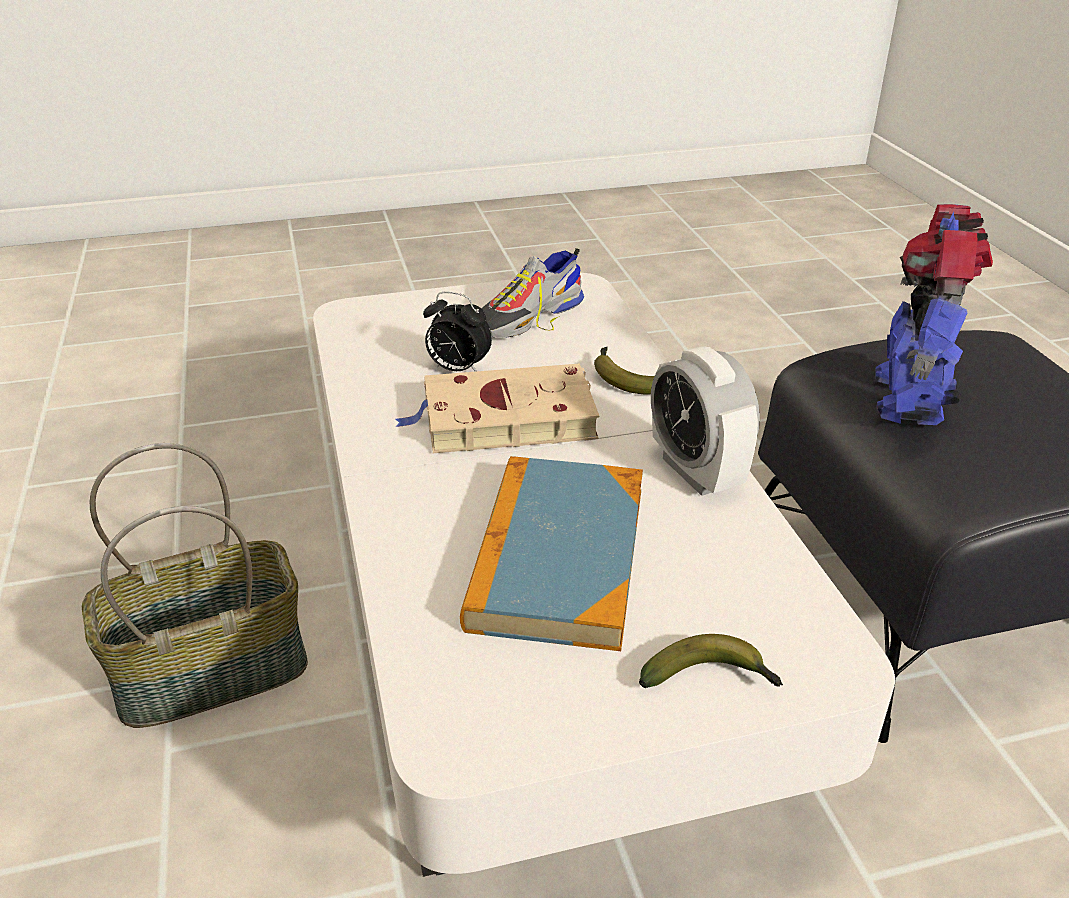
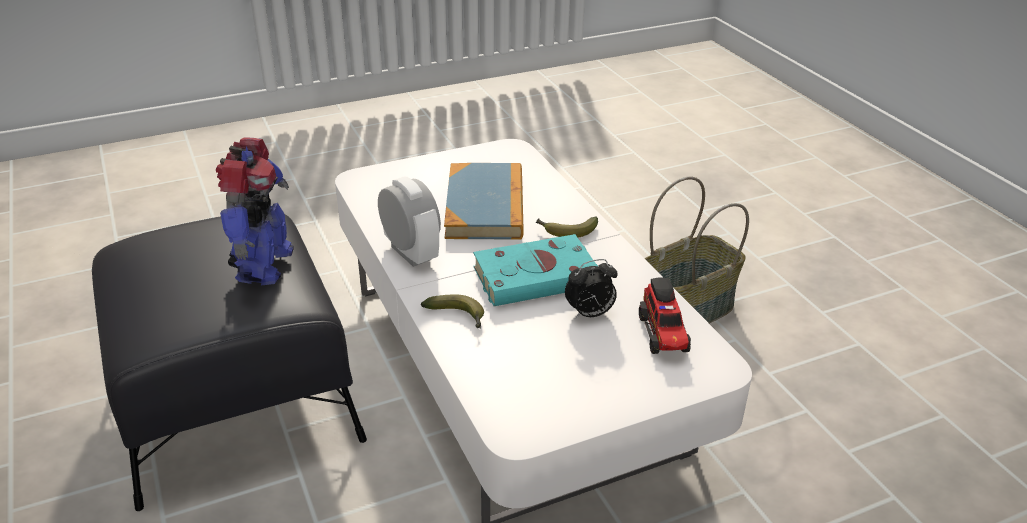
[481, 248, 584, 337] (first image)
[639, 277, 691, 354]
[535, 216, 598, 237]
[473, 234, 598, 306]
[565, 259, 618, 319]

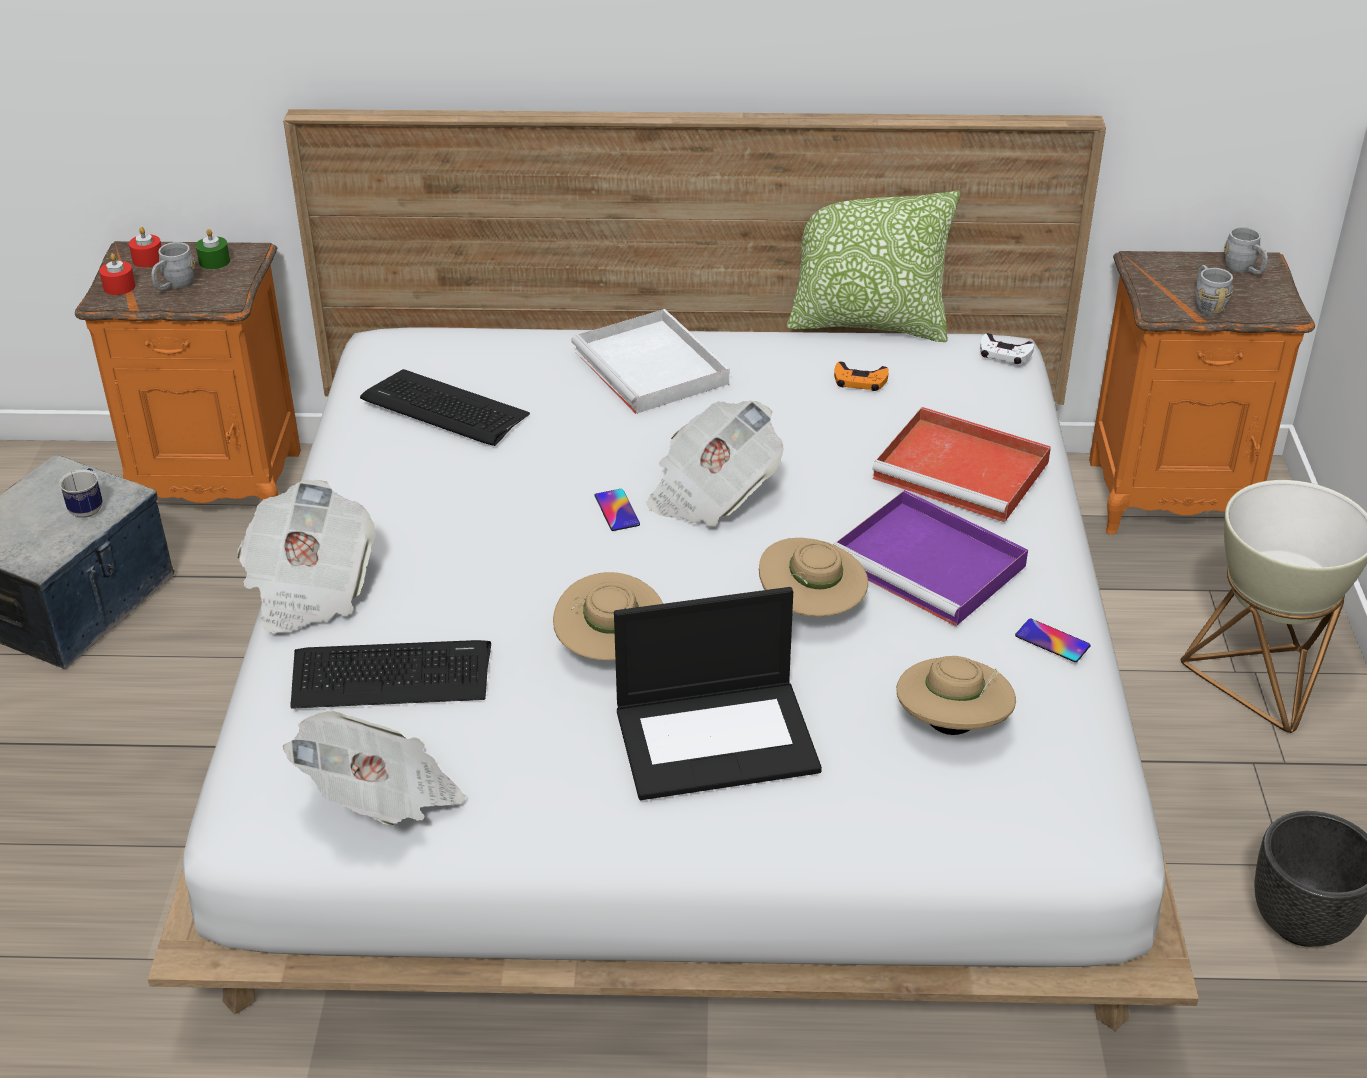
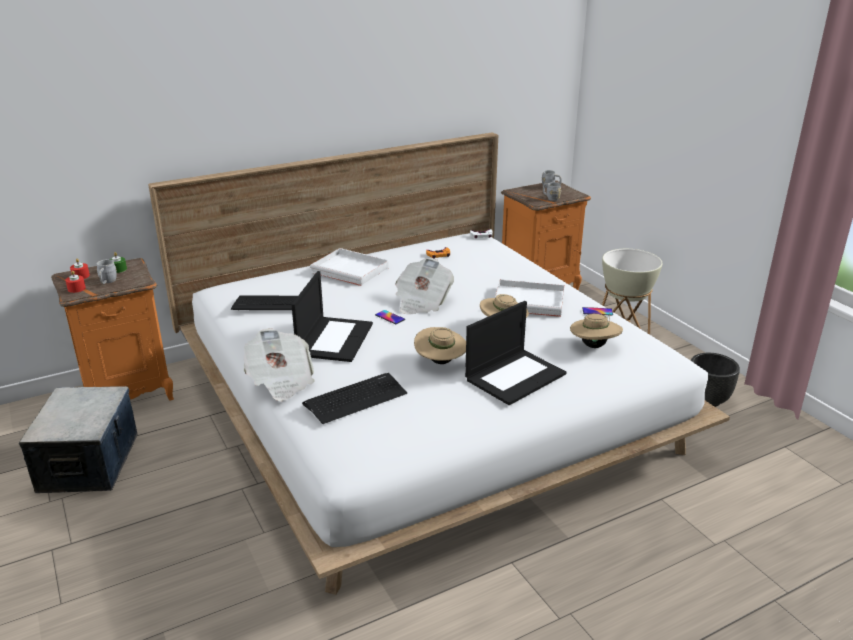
[59, 468, 103, 518] (first image)
[283, 711, 466, 825] (first image)
[787, 190, 960, 342] (first image)
[872, 407, 1051, 522] (first image)
[292, 271, 373, 362]
[495, 279, 564, 317]

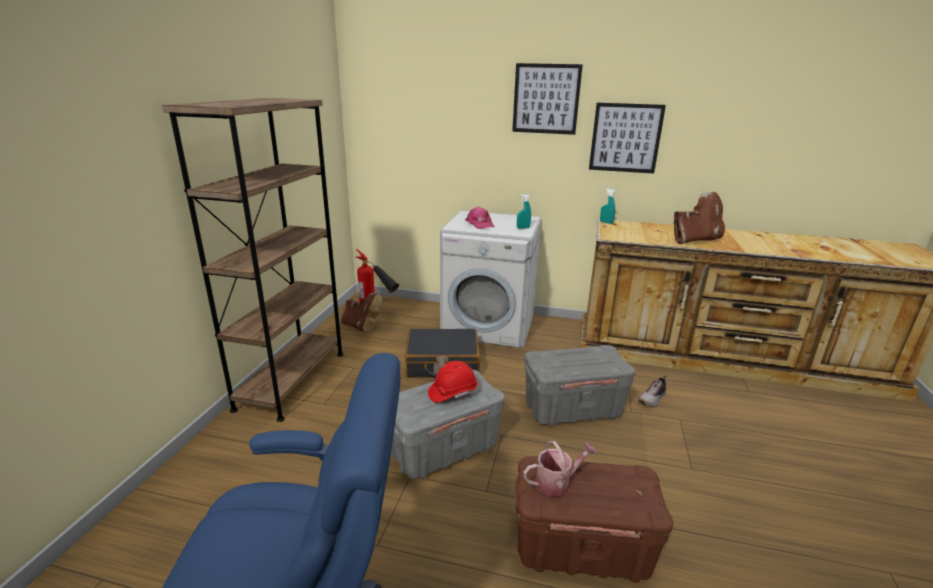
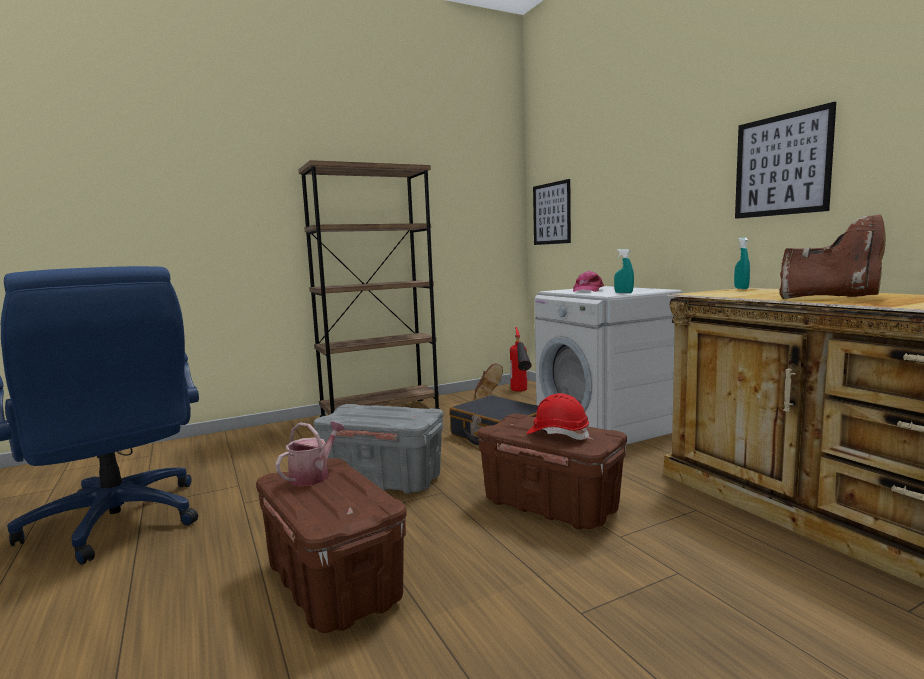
[638, 376, 666, 407] (first image)
[527, 393, 590, 440]
[533, 179, 571, 245]
[477, 414, 627, 529]
[275, 421, 345, 486]

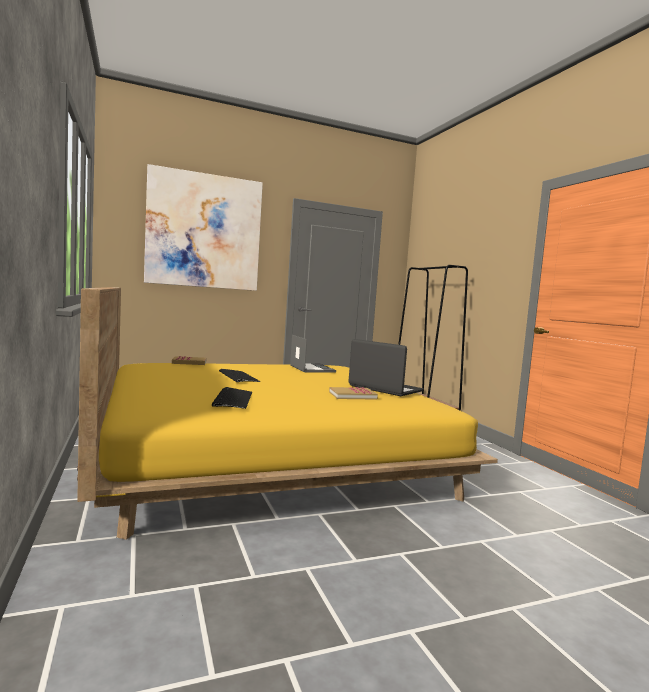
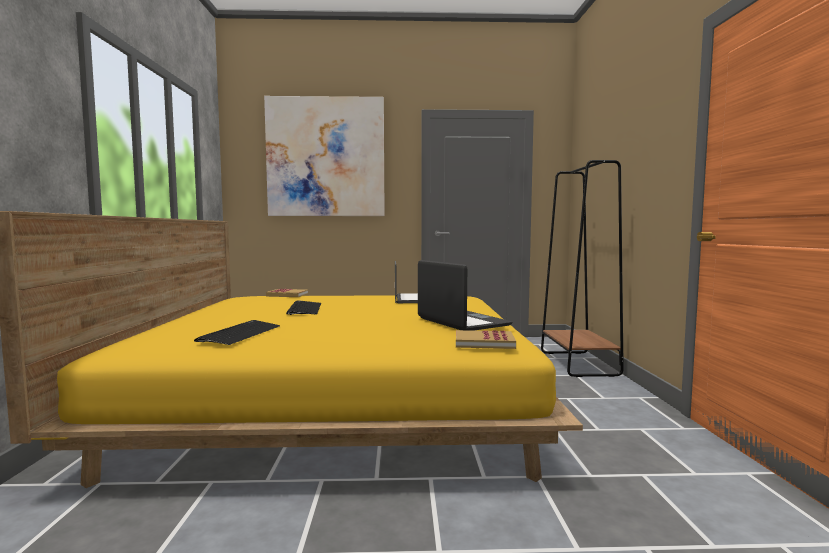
[456, 330, 516, 349]

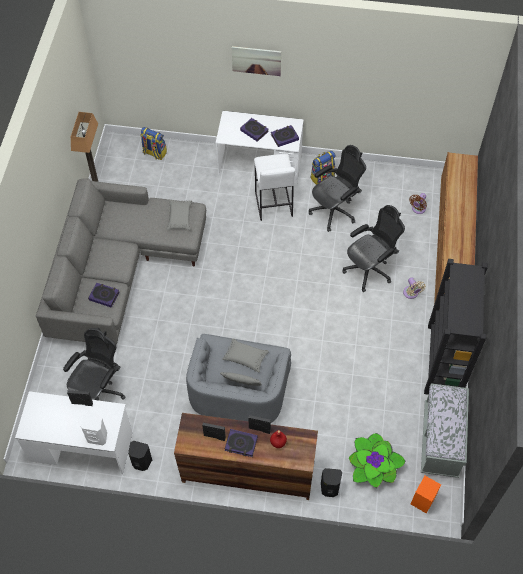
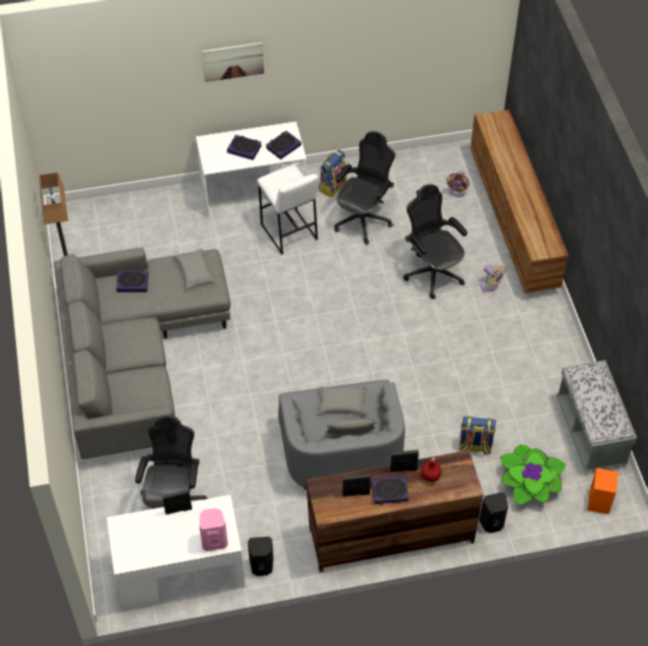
[424, 259, 488, 395] (first image)
[116, 270, 149, 292]
[459, 416, 496, 455]
[199, 508, 228, 551]
[403, 184, 467, 299]

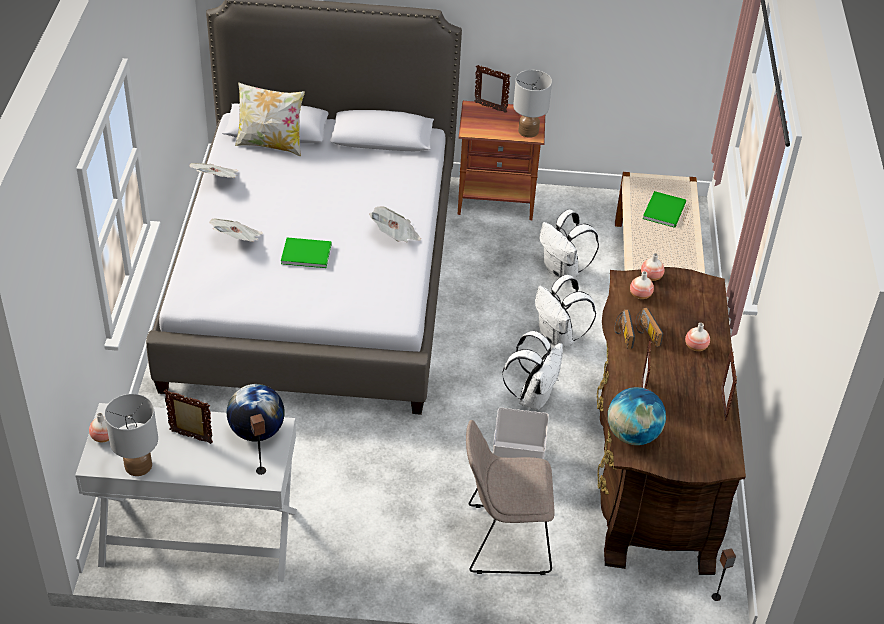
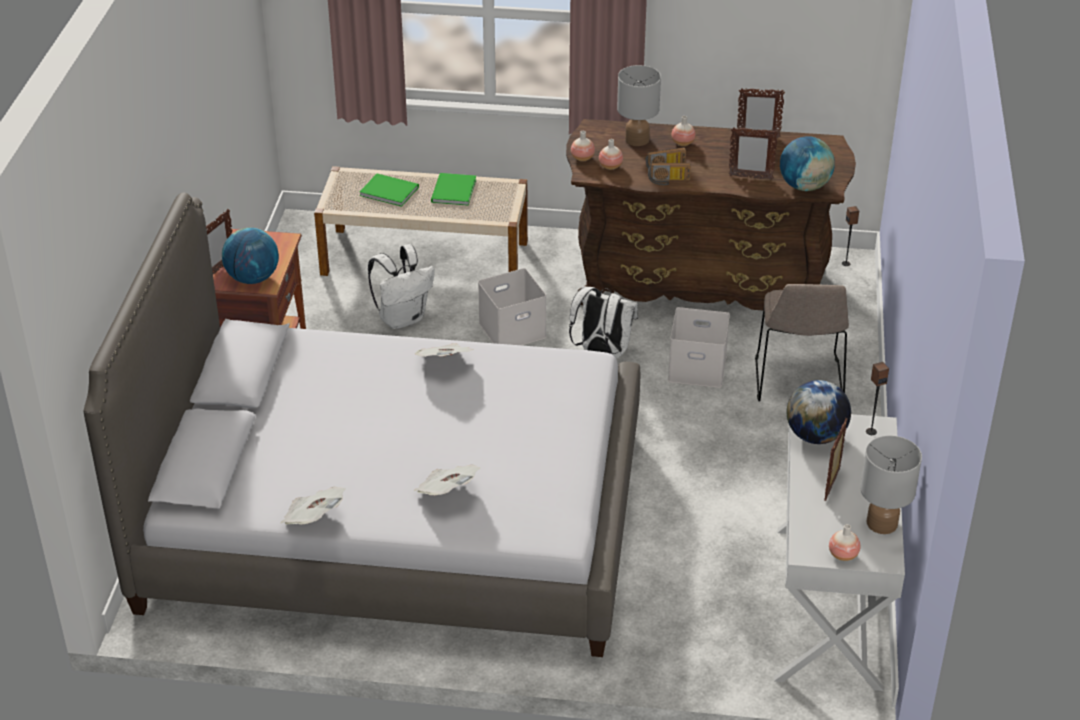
[235, 82, 305, 156] (first image)
[222, 228, 279, 284]
[431, 173, 476, 206]
[617, 65, 661, 146]
[478, 268, 546, 345]

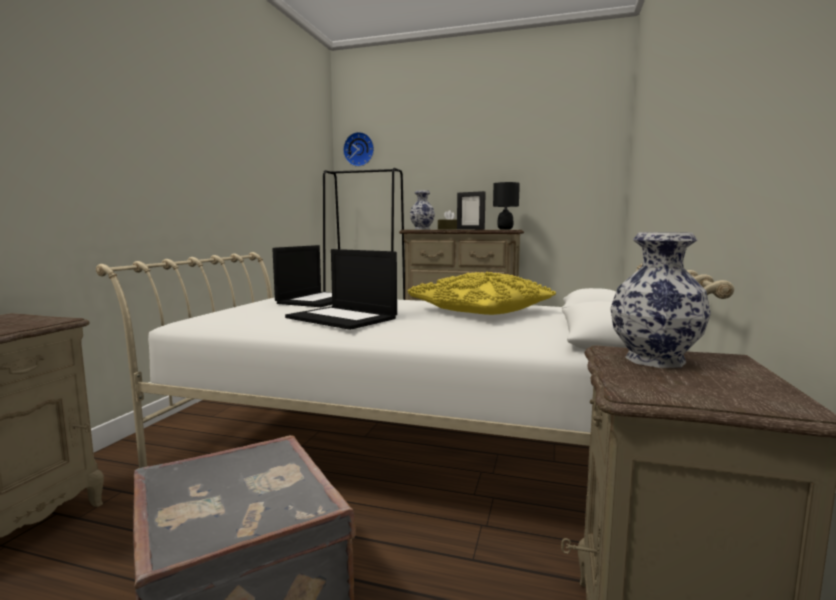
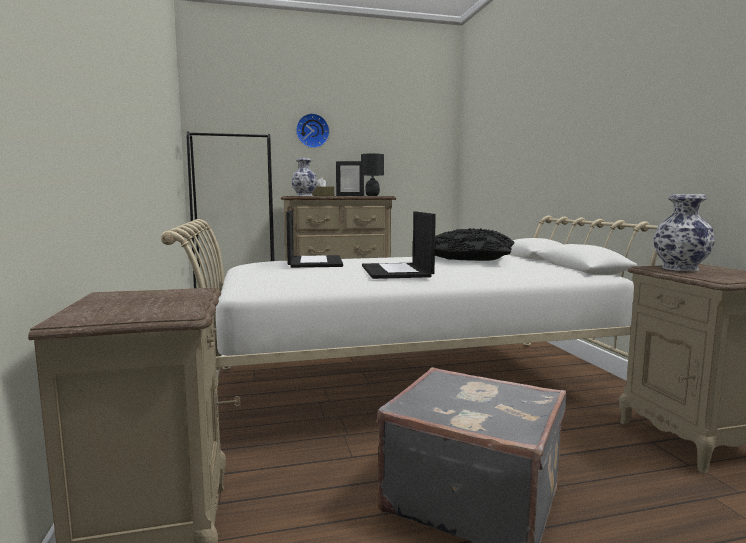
[296, 113, 330, 148]
[435, 228, 514, 261]
[362, 211, 436, 279]

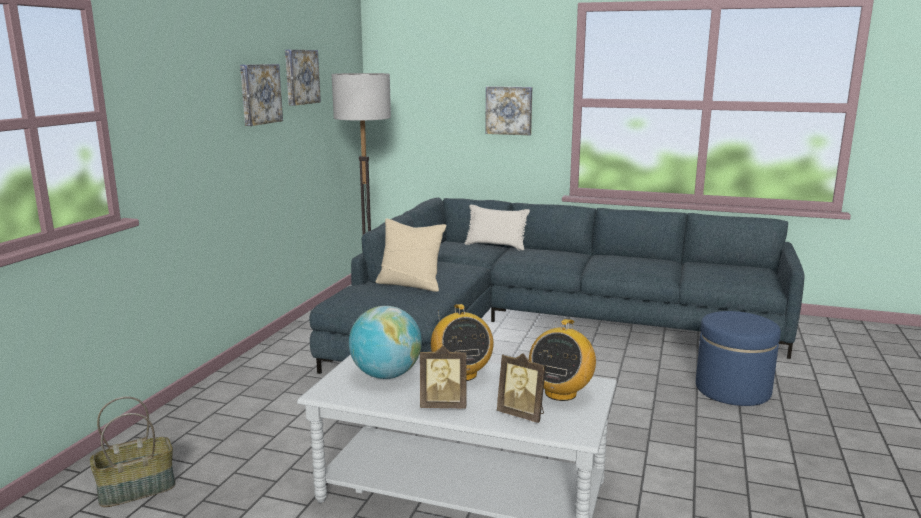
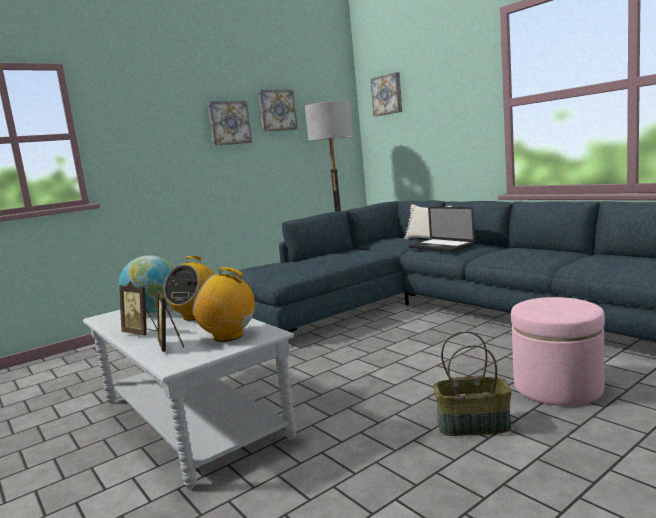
[376, 219, 446, 292] (first image)
[409, 207, 475, 252]
[433, 331, 512, 436]
[370, 72, 402, 117]
[511, 297, 605, 406]
[192, 267, 258, 342]

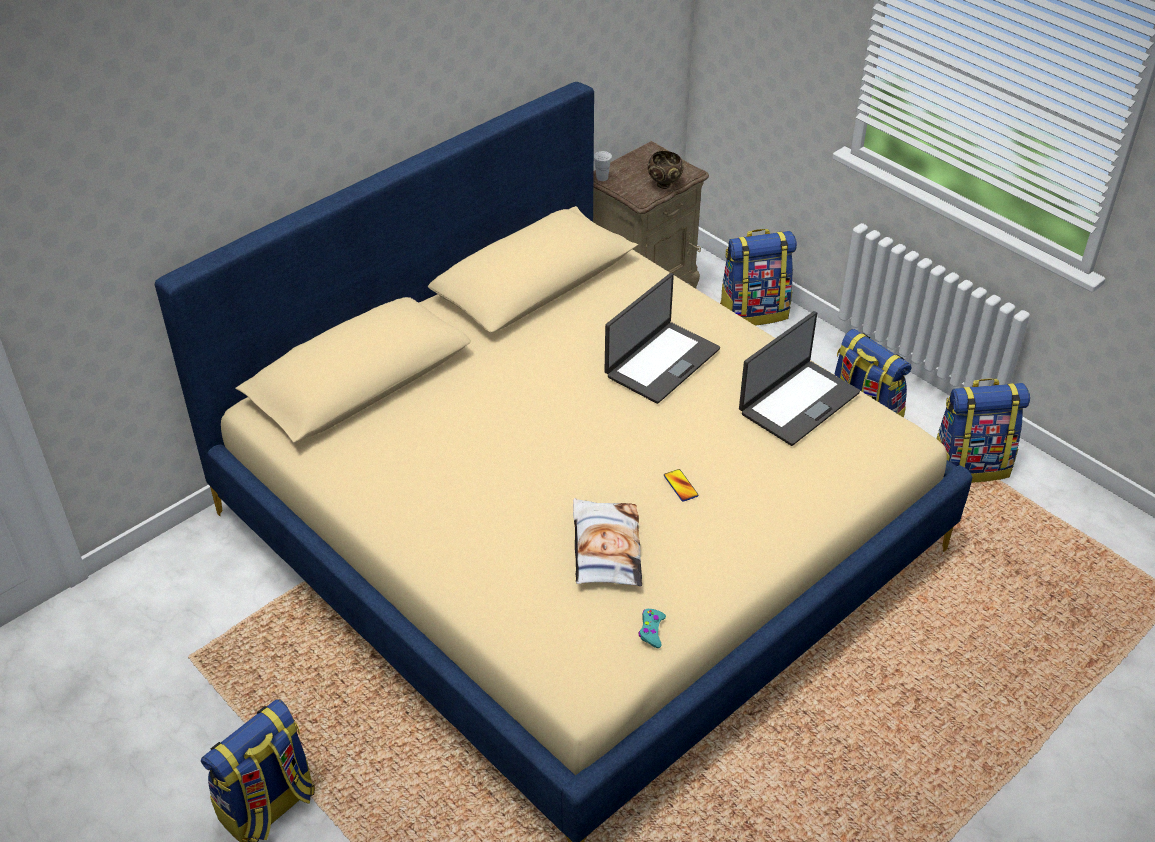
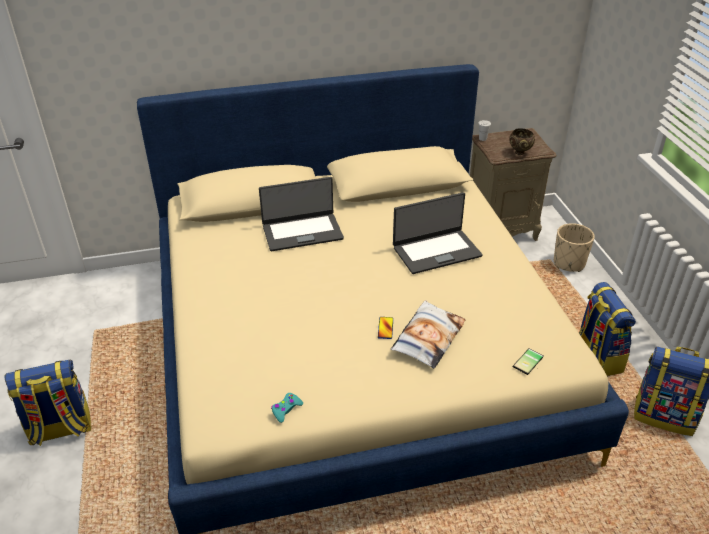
[513, 348, 544, 375]
[391, 300, 465, 368]
[259, 177, 344, 251]
[554, 223, 595, 272]

